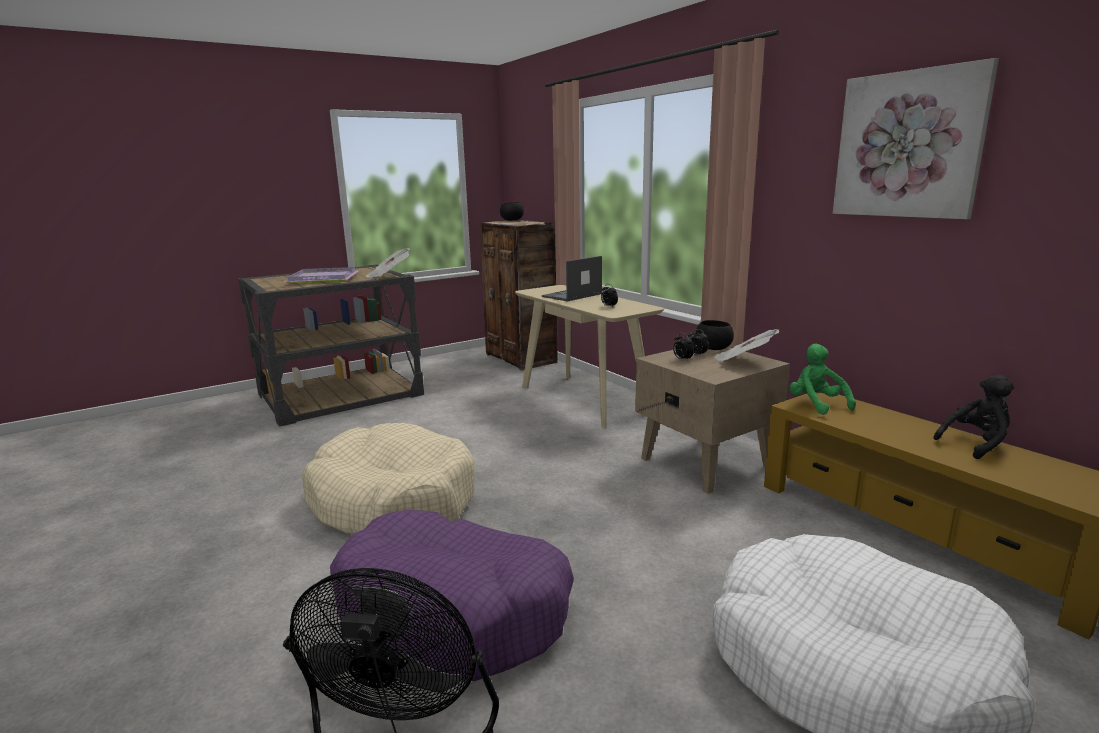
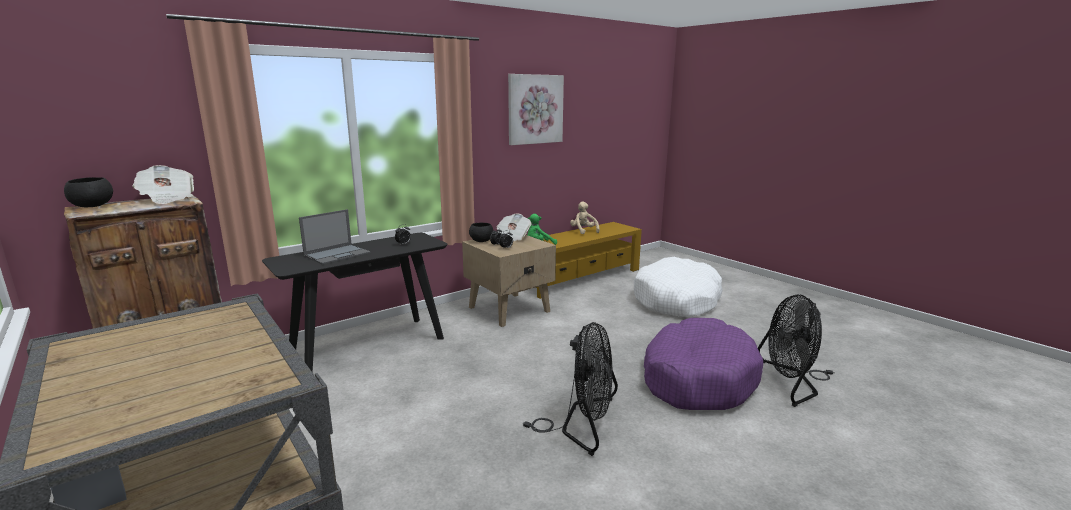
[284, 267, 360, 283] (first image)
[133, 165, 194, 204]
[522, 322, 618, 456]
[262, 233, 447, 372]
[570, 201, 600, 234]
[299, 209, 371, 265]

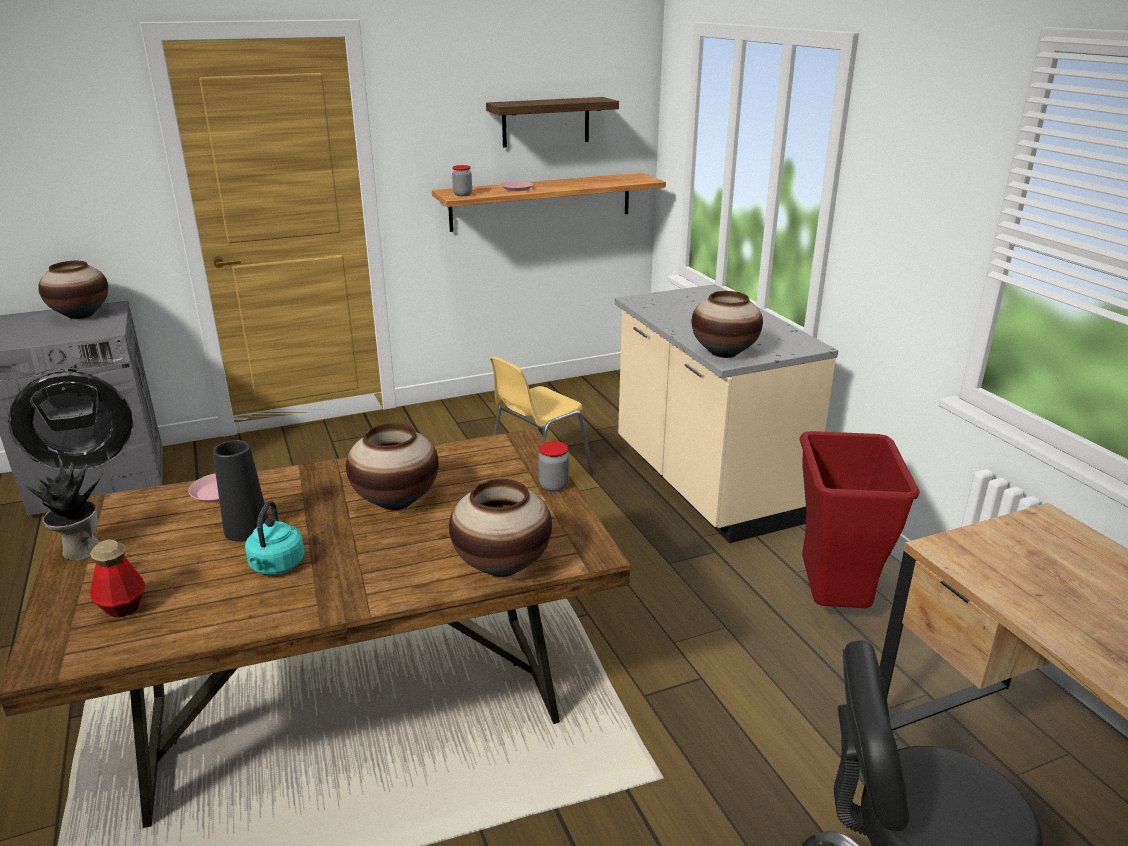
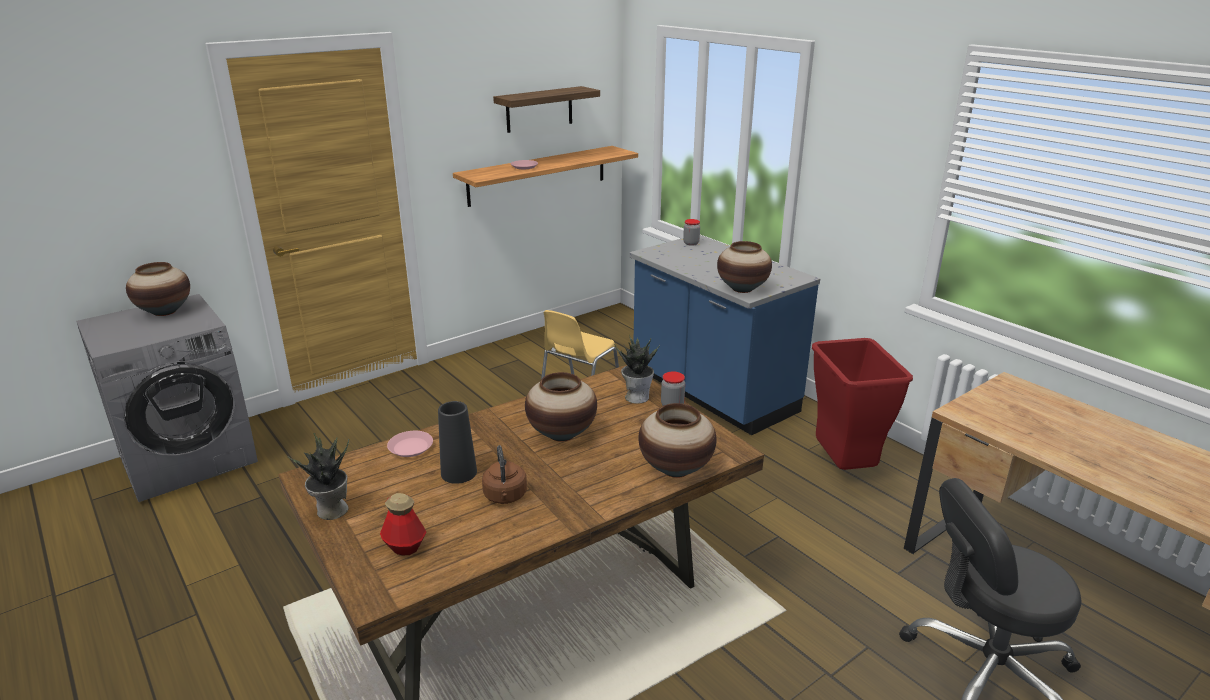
[614, 334, 660, 404]
[683, 219, 700, 246]
[482, 445, 527, 504]
[629, 235, 820, 435]

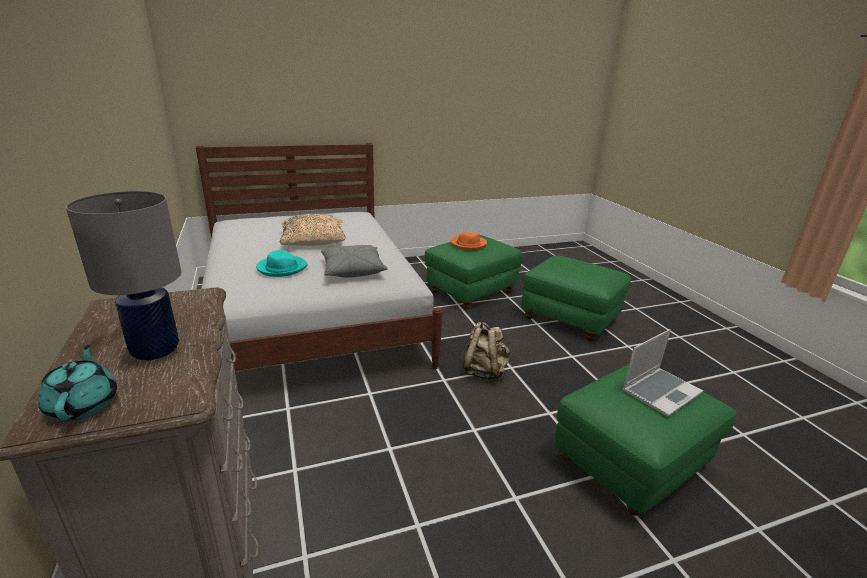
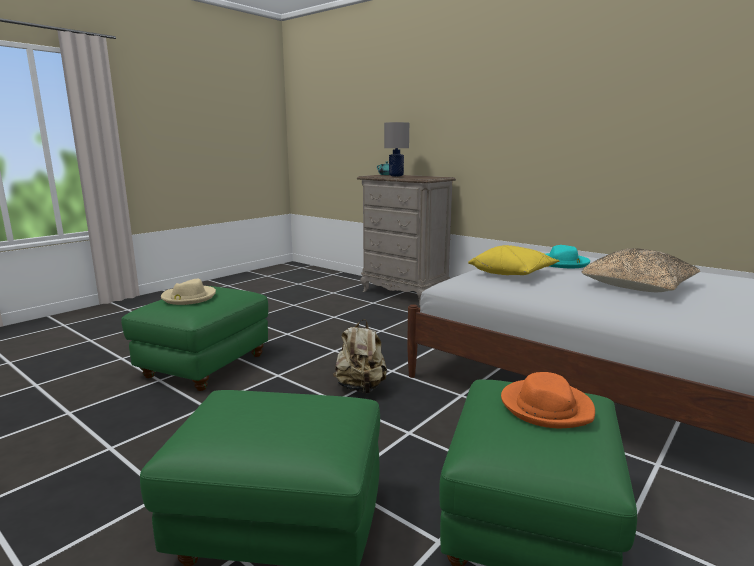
[161, 279, 216, 305]
[468, 245, 559, 275]

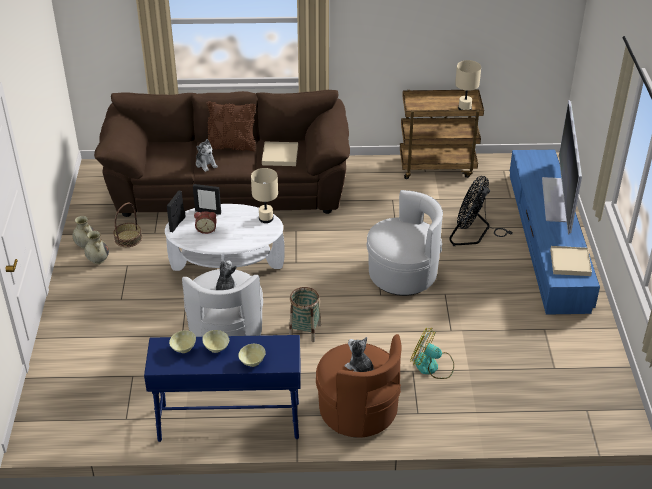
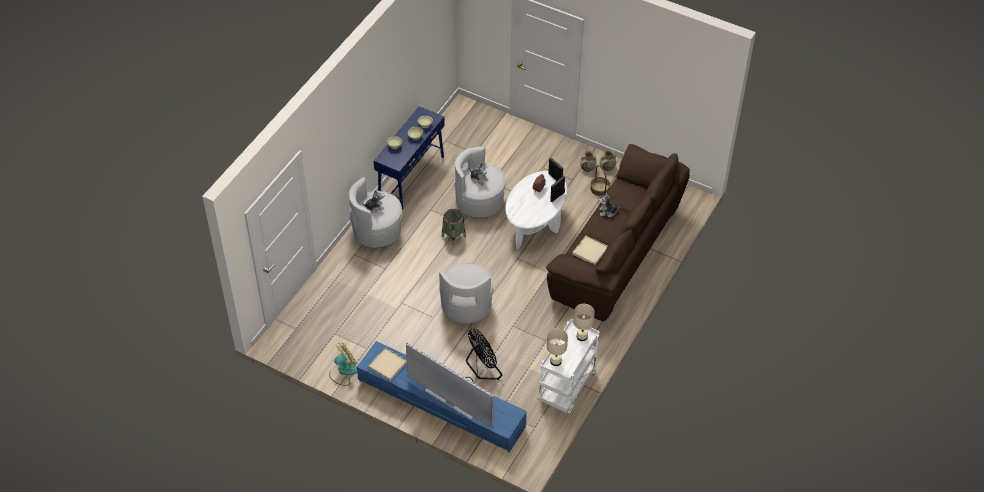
[206, 101, 256, 152] (first image)
[573, 304, 594, 341]
[329, 342, 357, 386]
[349, 177, 402, 248]
[539, 319, 600, 414]

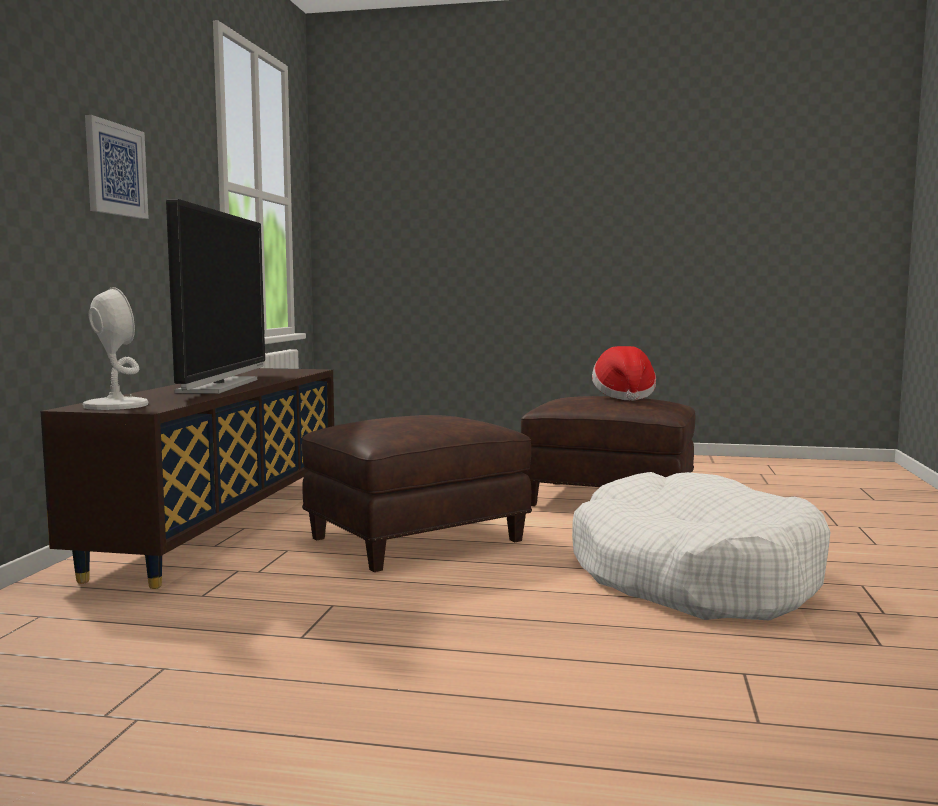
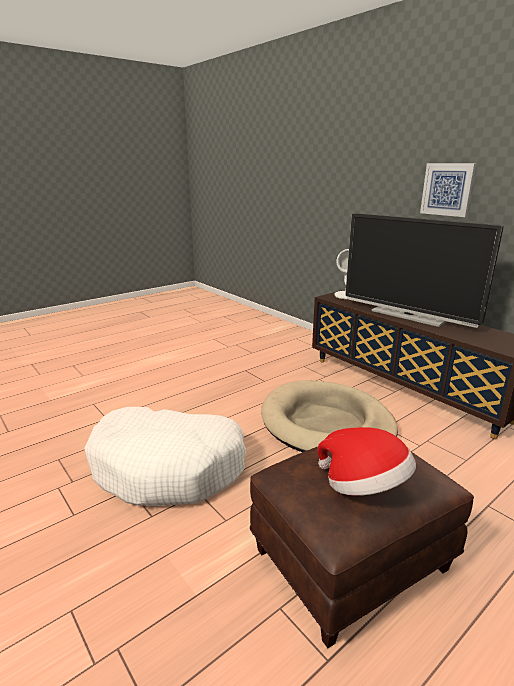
[261, 380, 398, 452]

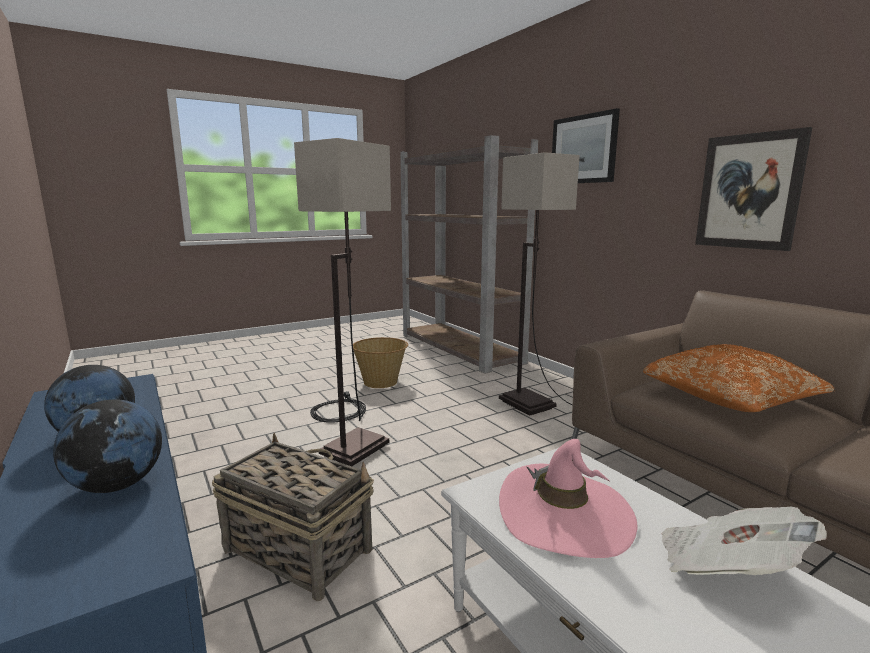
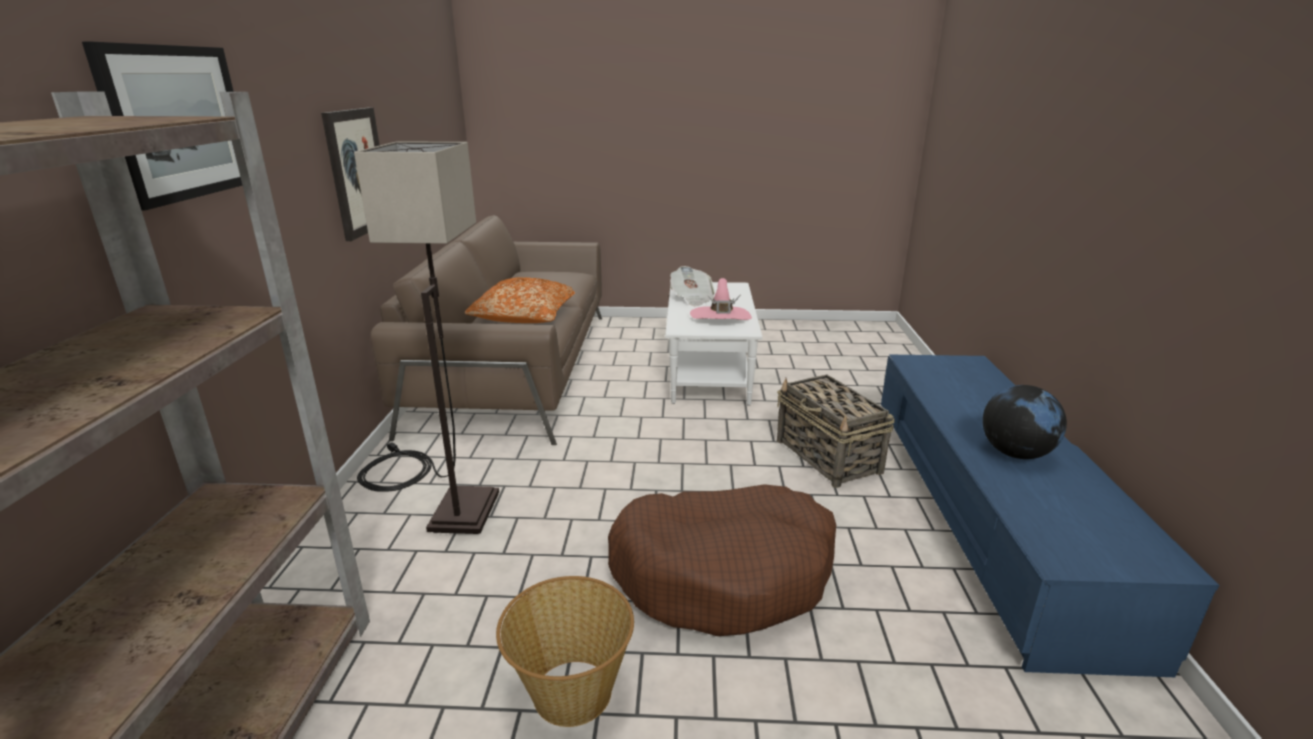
[53, 399, 162, 493] (first image)
[608, 484, 836, 636]

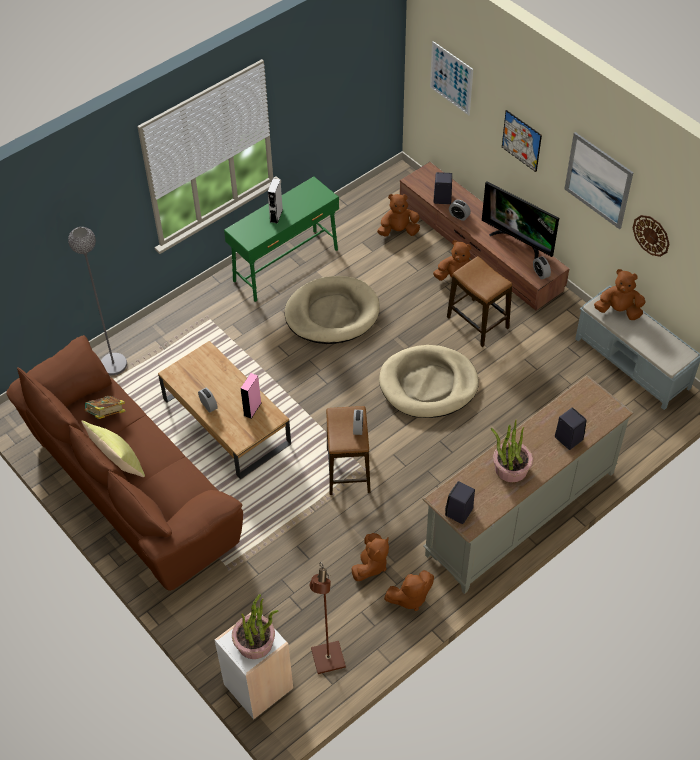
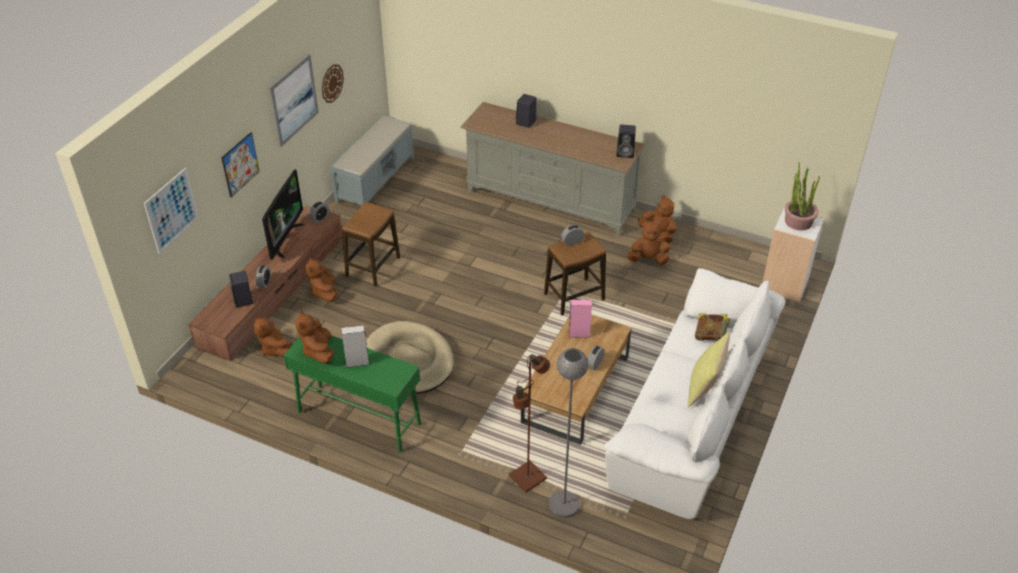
[379, 345, 479, 418] (first image)
[491, 420, 533, 482] (first image)
[695, 313, 730, 341]
[509, 354, 550, 492]
[295, 311, 334, 364]
[604, 268, 785, 519]

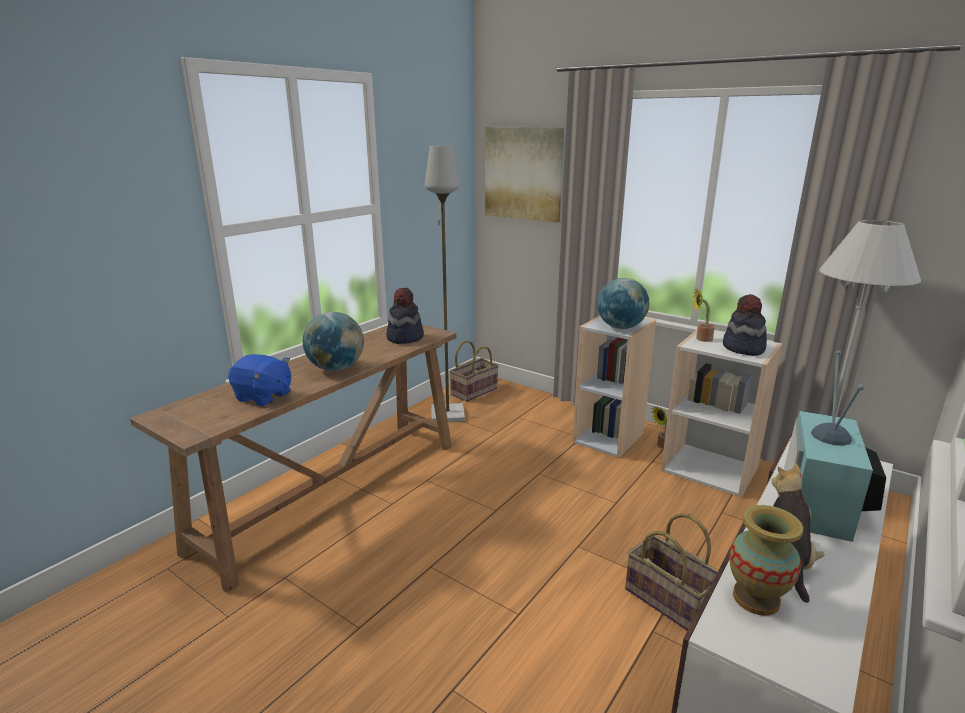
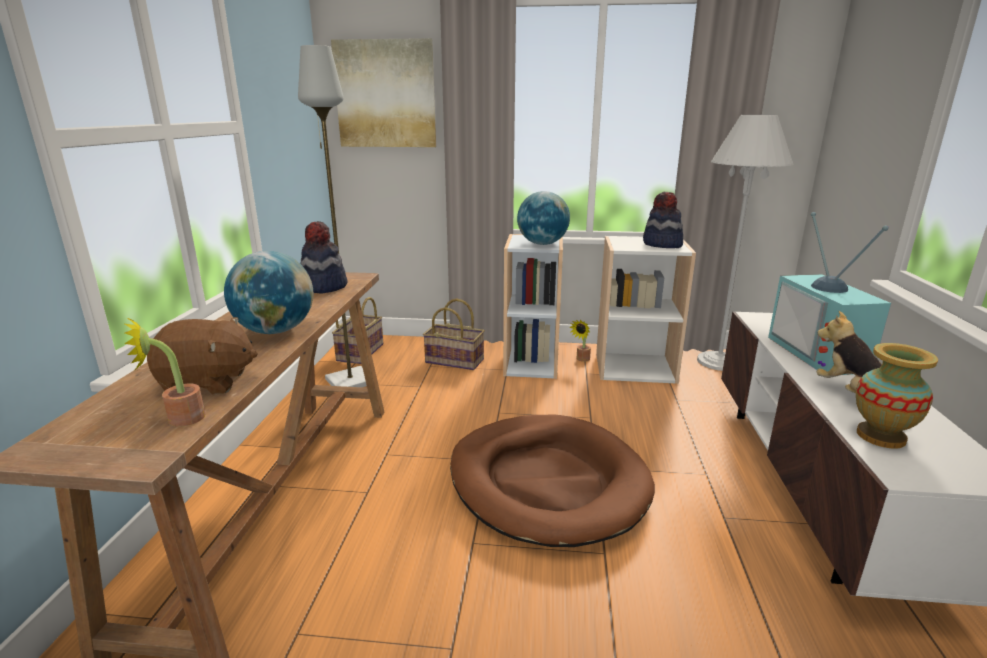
[450, 414, 655, 547]
[423, 298, 485, 370]
[124, 317, 205, 427]
[147, 317, 257, 394]

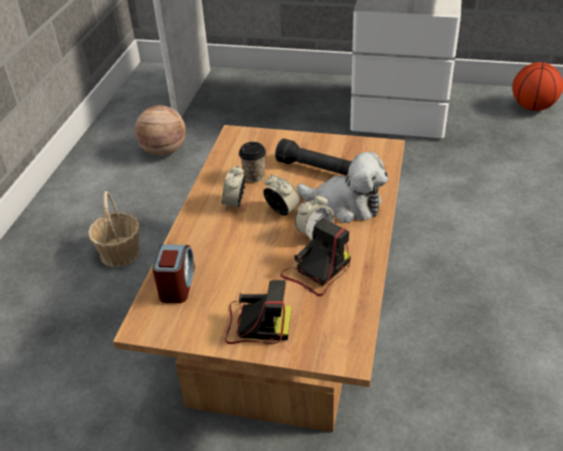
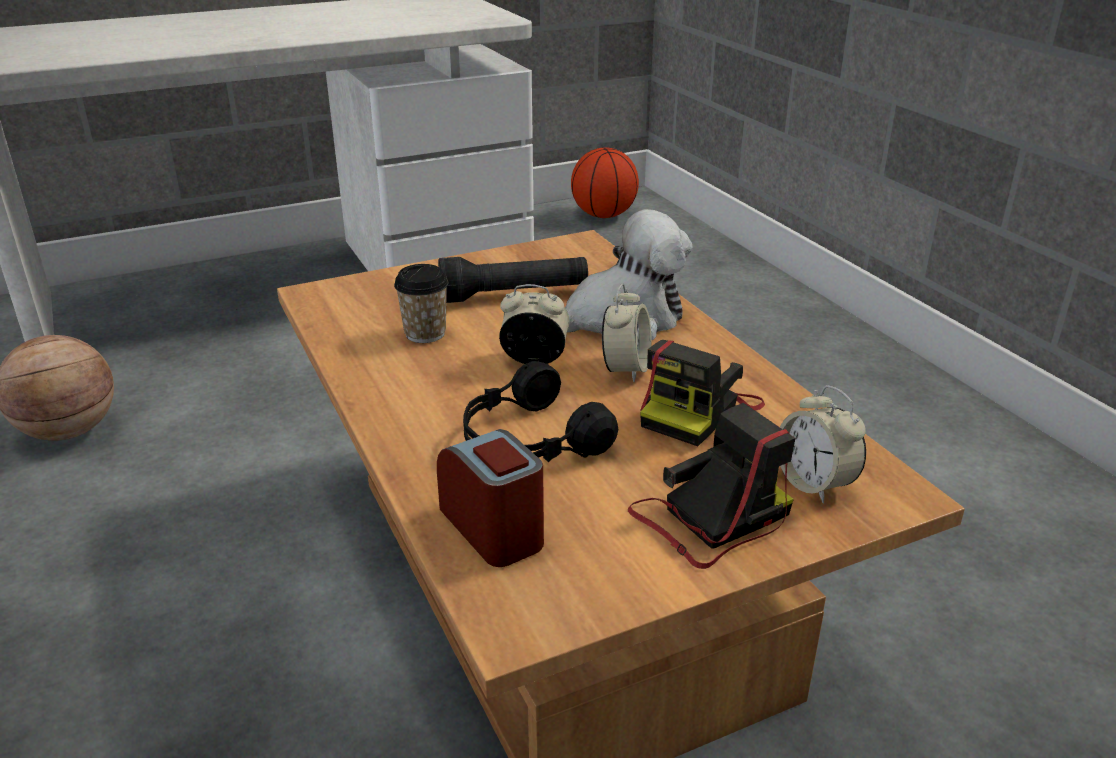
[88, 191, 141, 267] (first image)
[463, 361, 618, 462]
[780, 385, 866, 503]
[640, 340, 765, 446]

